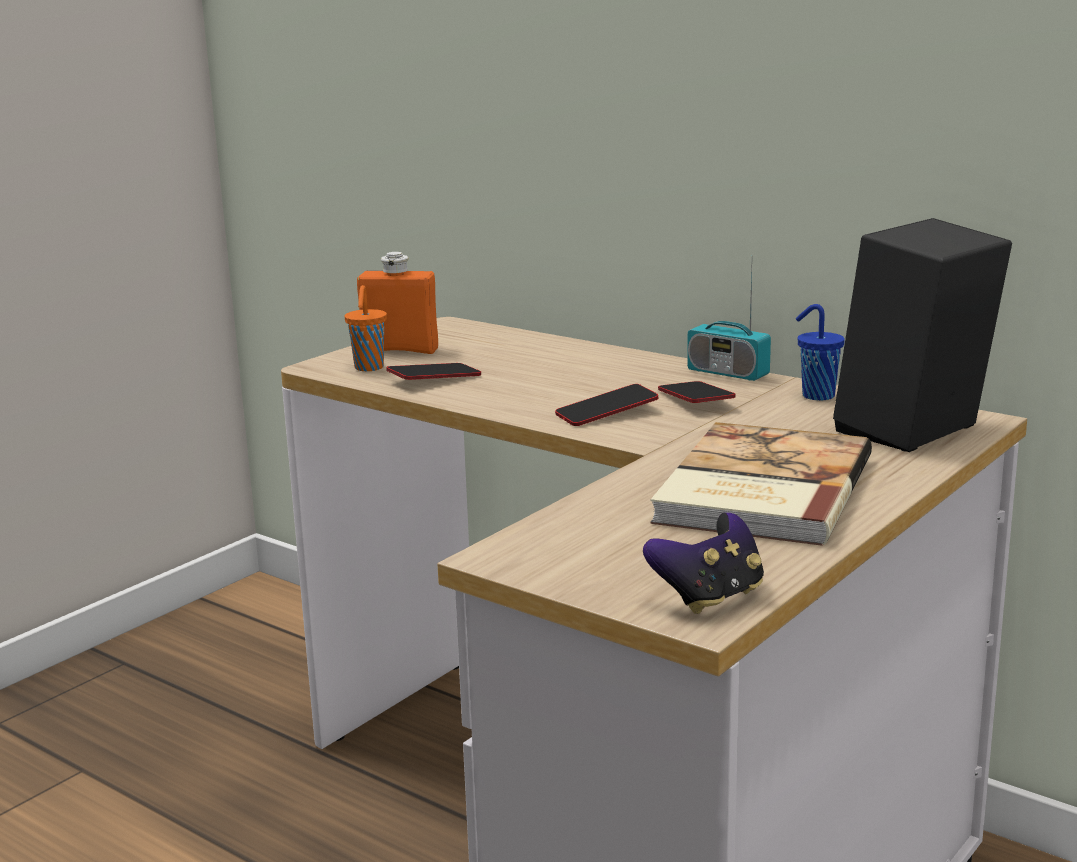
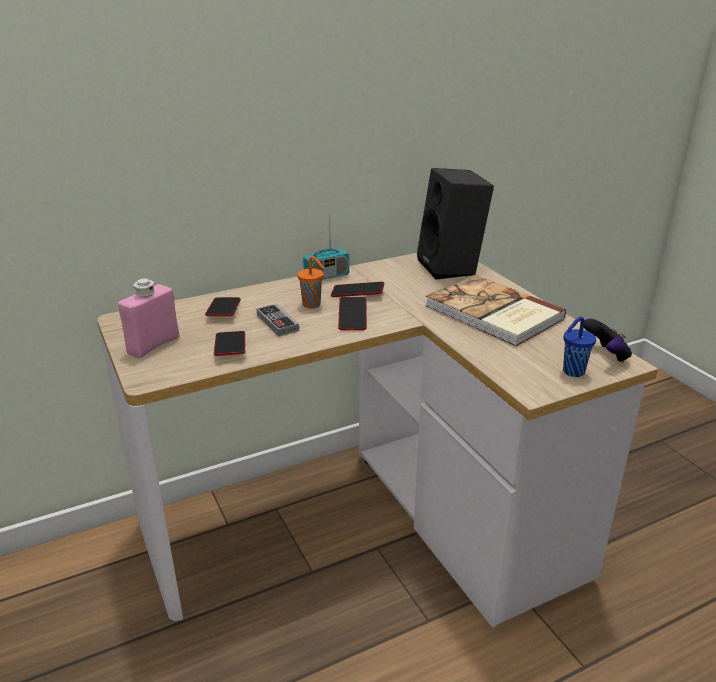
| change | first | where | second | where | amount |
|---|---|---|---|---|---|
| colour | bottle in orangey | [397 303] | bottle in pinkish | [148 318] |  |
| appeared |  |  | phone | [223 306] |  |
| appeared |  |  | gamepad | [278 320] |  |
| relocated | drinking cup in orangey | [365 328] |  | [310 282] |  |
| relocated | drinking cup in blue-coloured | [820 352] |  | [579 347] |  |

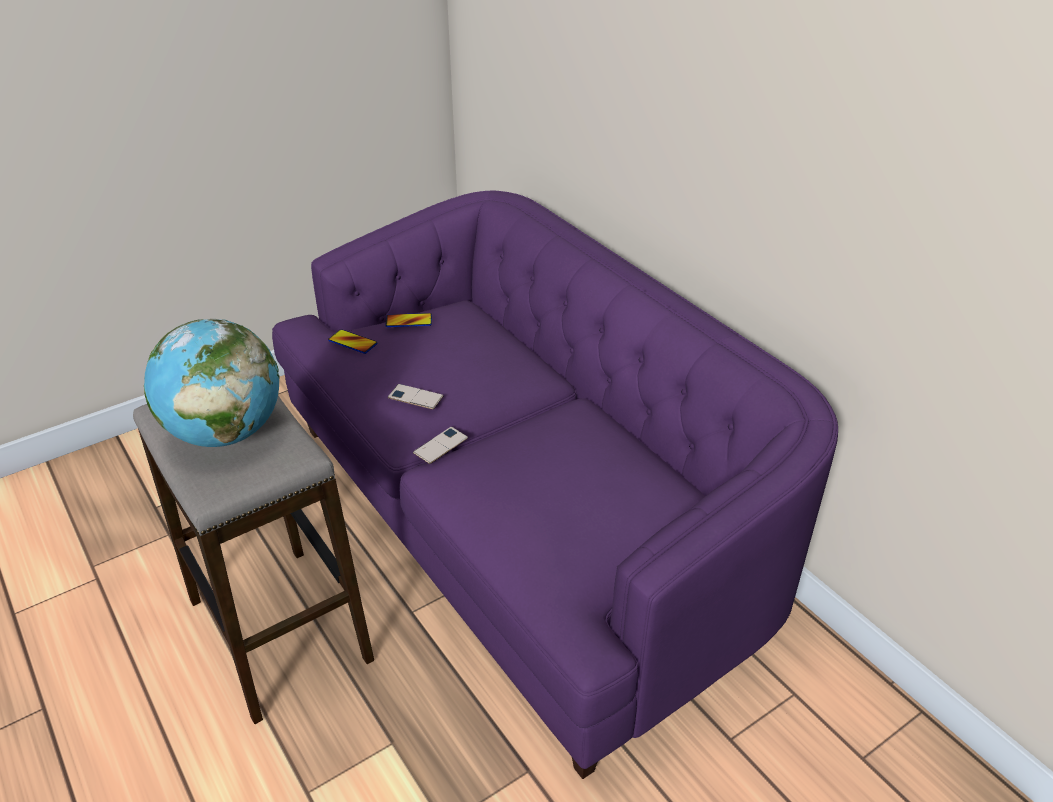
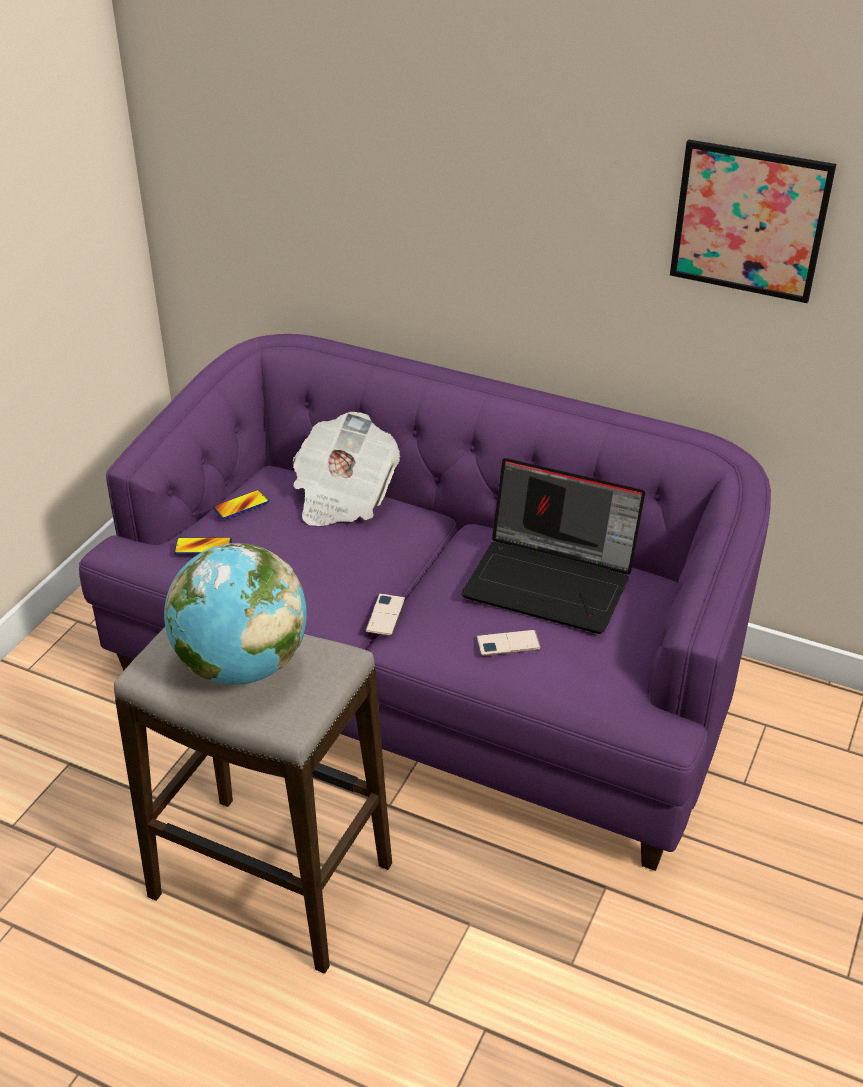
| change | first | where | second | where | amount |
|---|---|---|---|---|---|
| appeared |  |  | printed paper | [346 469] |  |
| appeared |  |  | notebook computer | [553 546] |  |
| relocated | phone | [415 397] |  | [508 643] |  |
| appeared |  |  | picture | [753 221] |  |

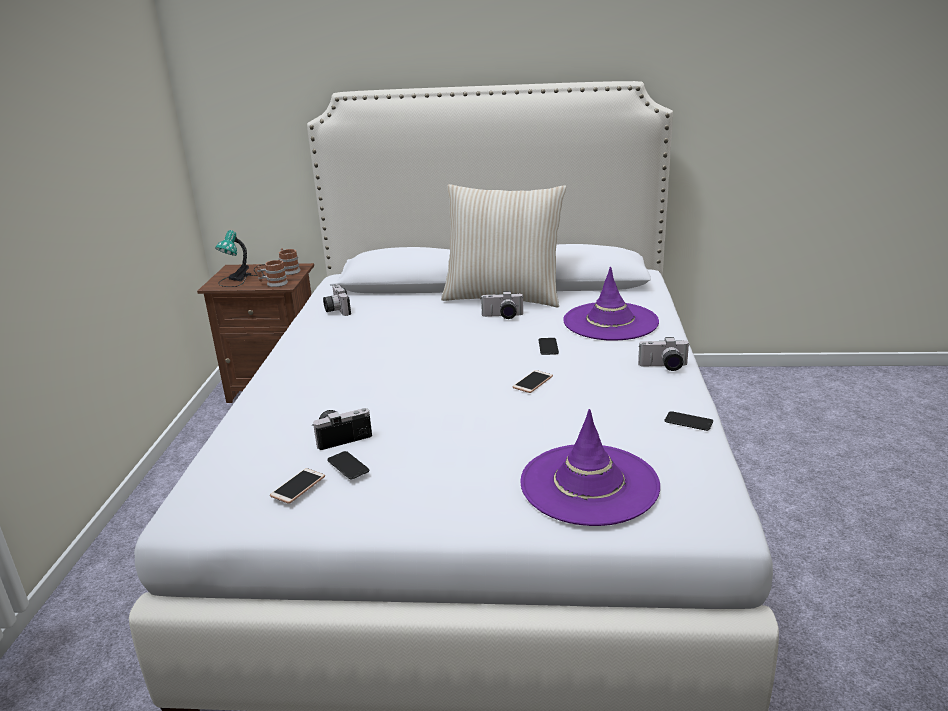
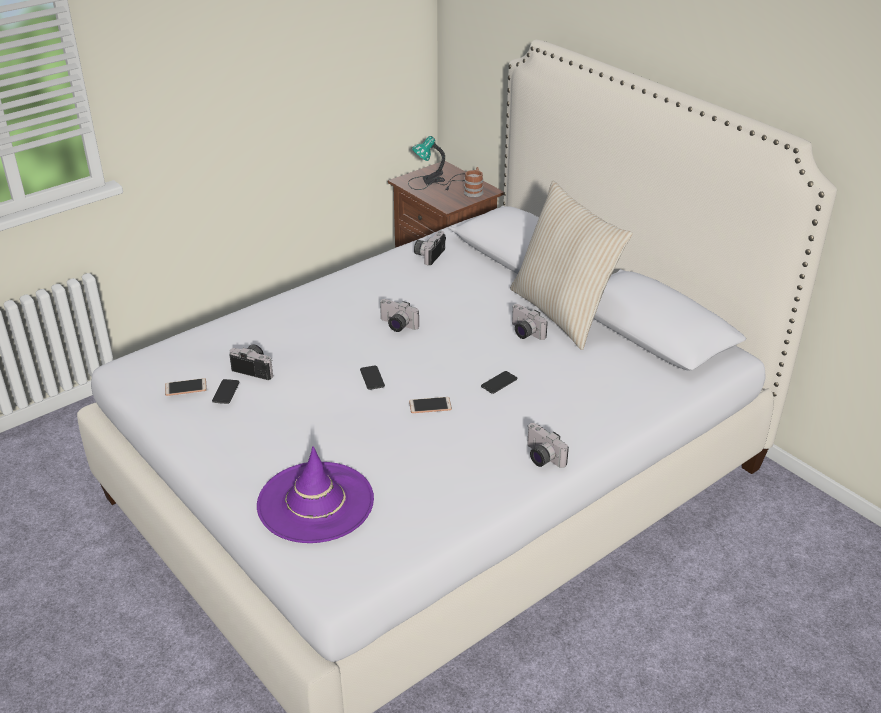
| change | first | where | second | where | amount |
|---|---|---|---|---|---|
| relocated | phone | [688 421] |  | [372 377] |  |
| appeared |  |  | photo camera | [399 315] |  |
| missing | coffee mug | [272 273] |  |  |  |
| missing | wearable hat in purple-coloured | [611 304] |  |  |  |

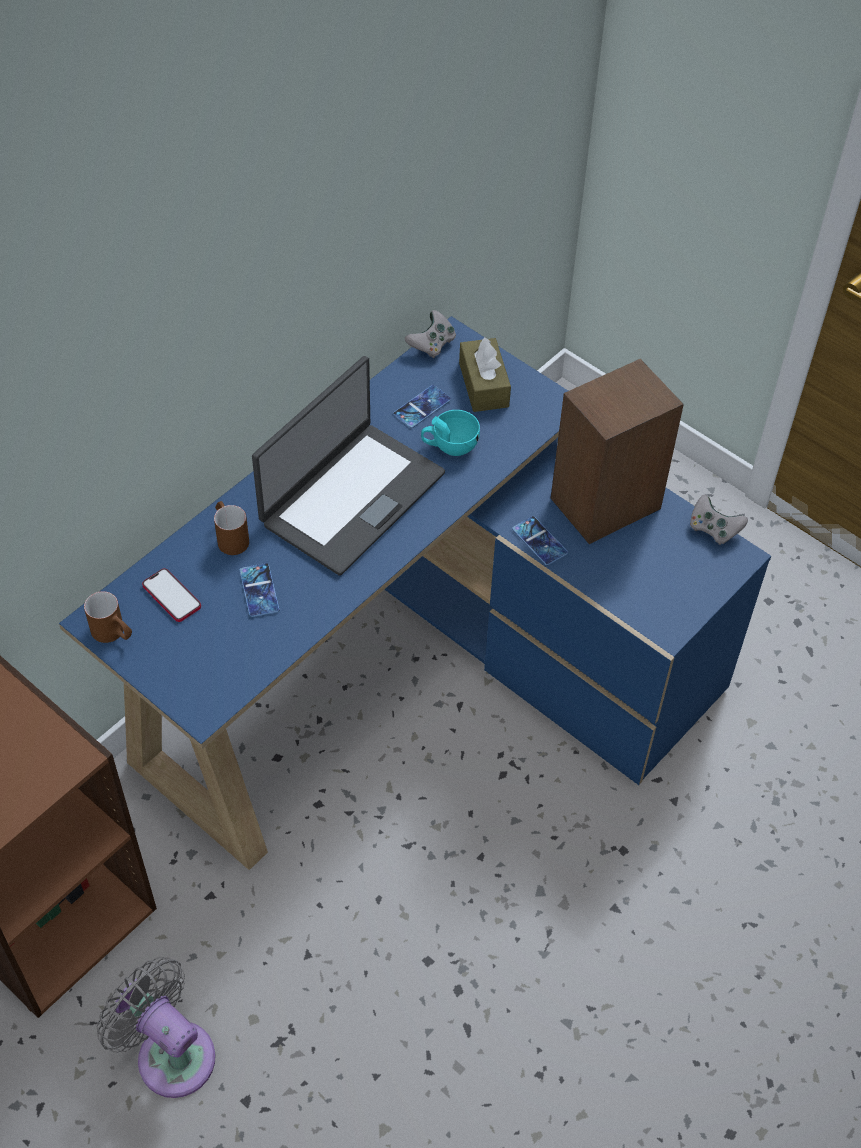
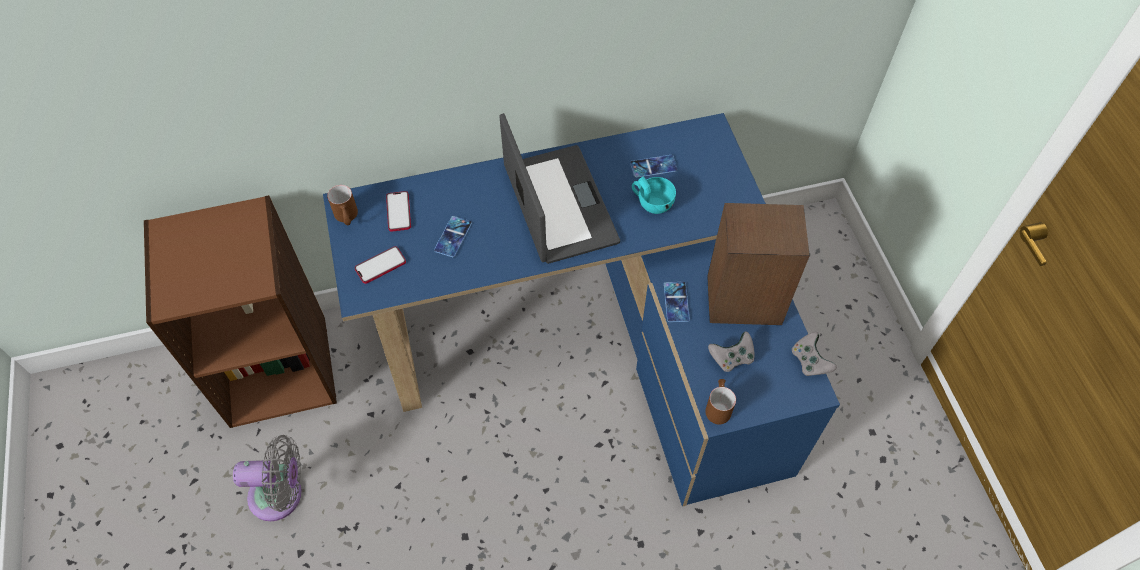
| change | first | where | second | where | amount |
|---|---|---|---|---|---|
| spun | fan in greyish | [156 1027] |  | [267 478] | 105 degrees clockwise |
| appeared |  |  | phone | [380 265] |  |
| spun | notebook computer | [348 466] |  | [560 188] | 90 degrees counterclockwise |
| relocated | coffee mug in brownish | [231 528] |  | [720 401] |  |
| relocated | gamepad in greyish | [430 334] |  | [731 352] |  |
| missing | tissue holder in brownish | [485 374] |  |  |  |

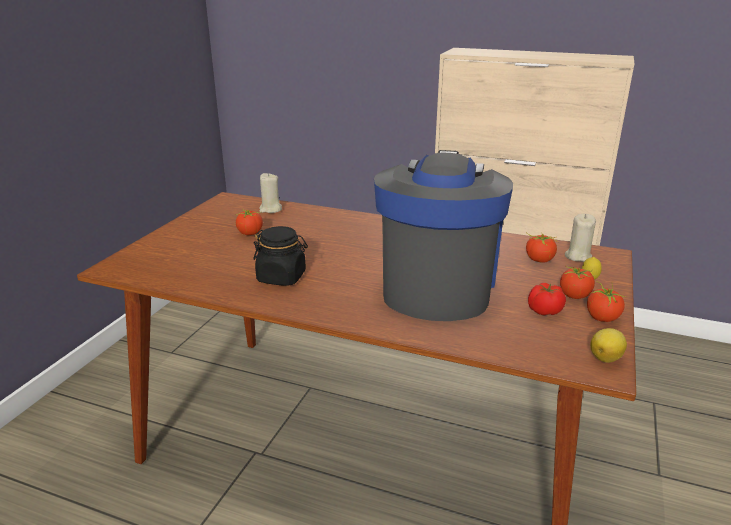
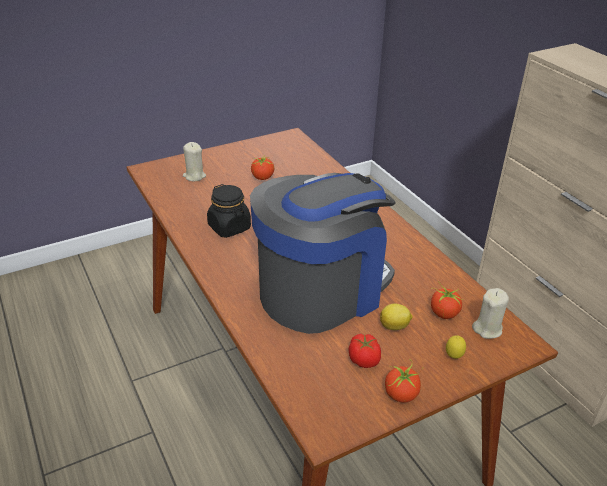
| change | first | where | second | where | amount |
|---|---|---|---|---|---|
| relocated | wax candle in sand-coloured | [270 193] |  | [194 162] |  |
| relocated | lemon | [608 345] |  | [396 317] |  |
| missing | tomato | [578 282] |  |  |  |

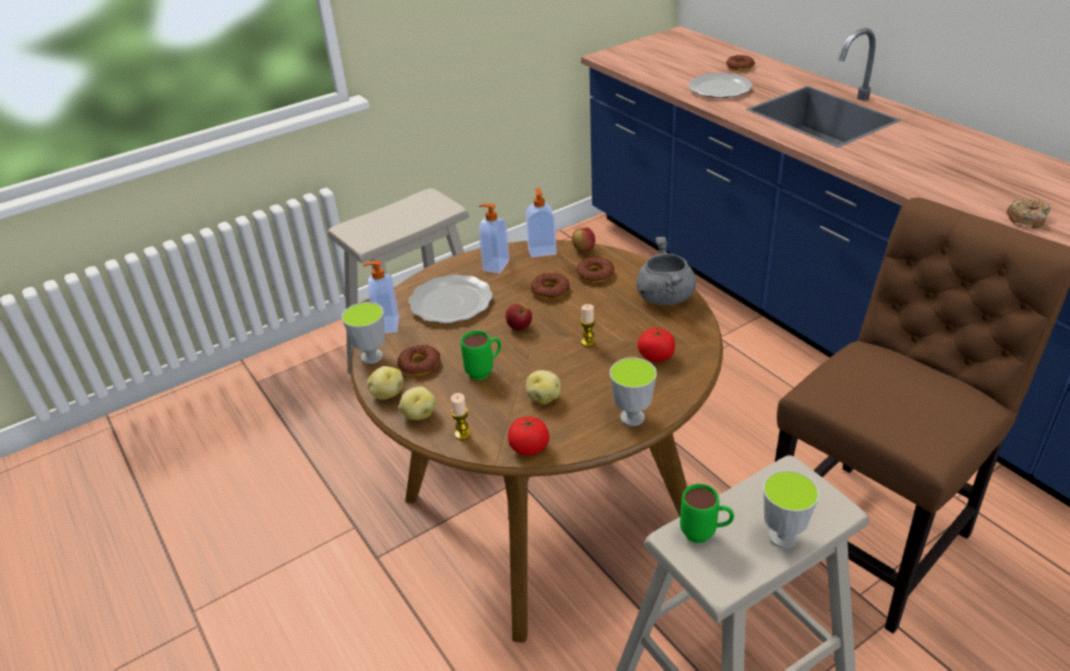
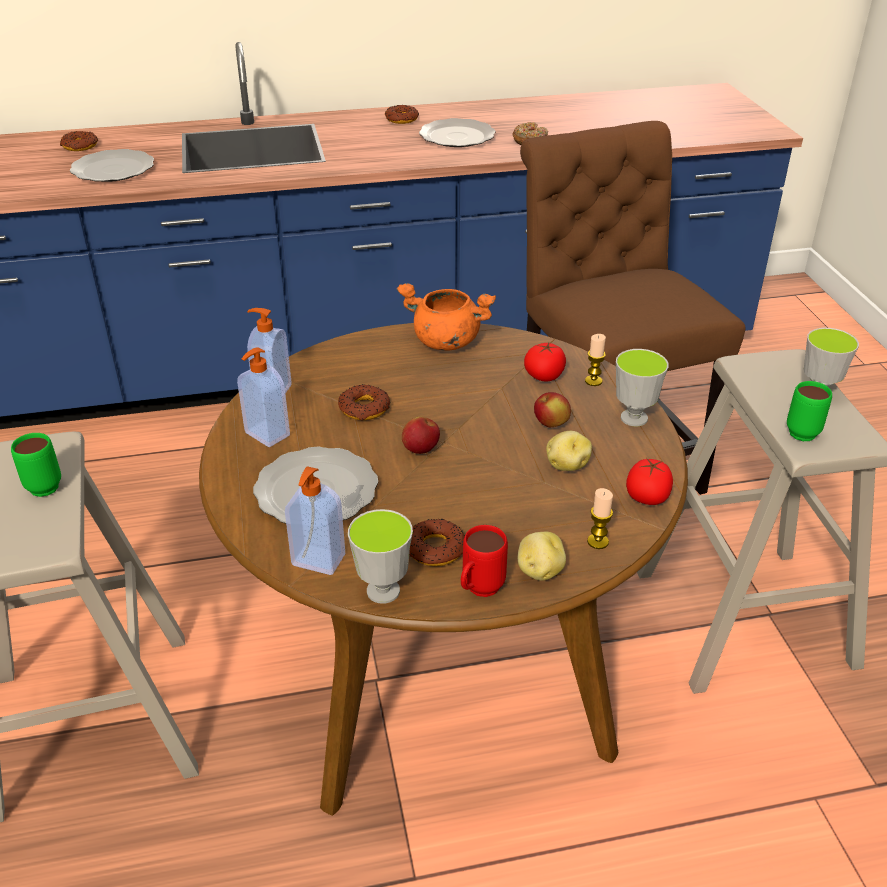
| change | first | where | second | where | amount |
|---|---|---|---|---|---|
| relocated | coffee mug in greenish | [481 355] |  | [36 465] |  |
| relocated | ring doughnut | [595 270] |  | [402 114] |  |
| colour | saucepot in greyish | [666 271] | saucepot in orangey | [446 317] |  |
| appeared |  |  | dinner plate | [457 132] |  |
| exchanged | spud | [385 383] | coffee mug in red-coloured | [484 561] |  |
| relocated | apple fruit | [583 239] |  | [552 409] |  |
| relocated | wax candle | [588 325] |  | [595 360] |  |

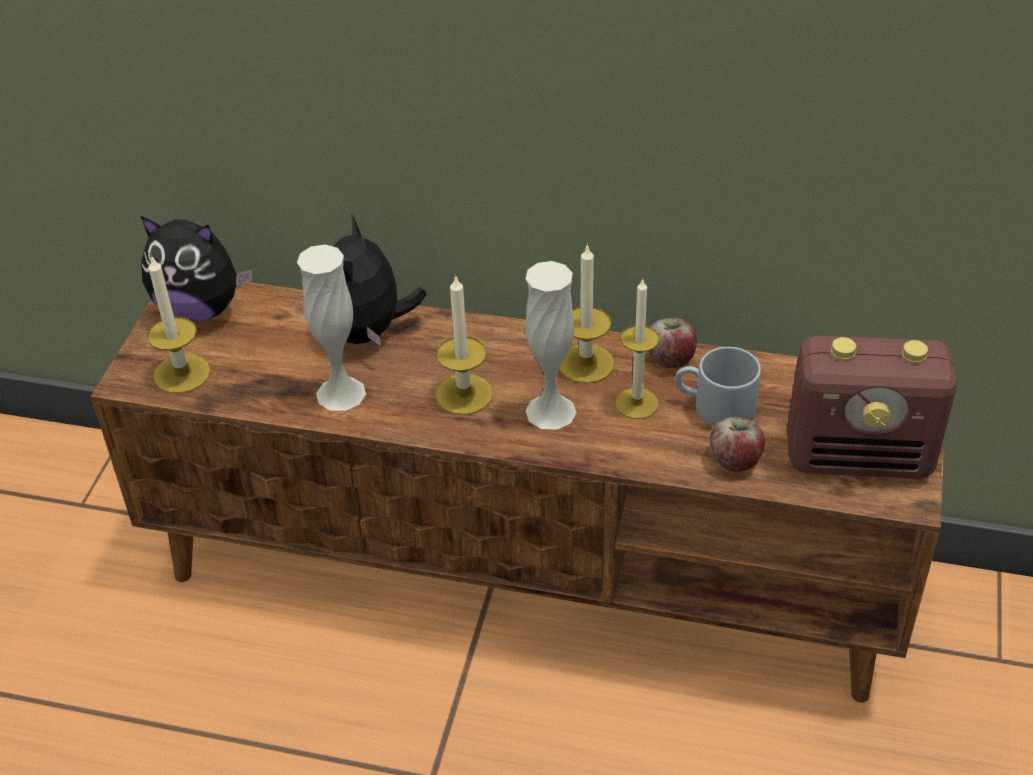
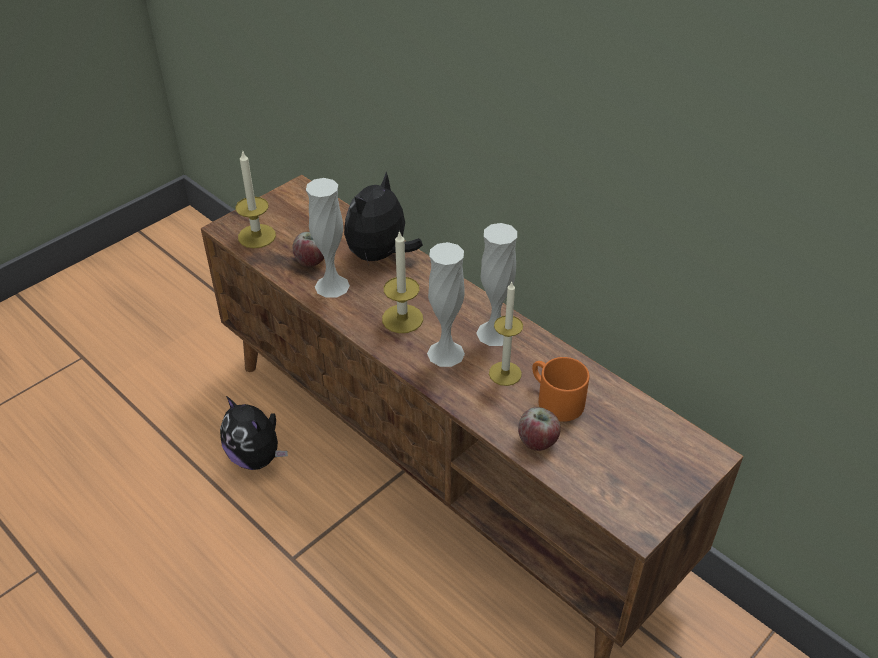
| change | first | where | second | where | amount |
|---|---|---|---|---|---|
| relocated | soft toy | [196 268] |  | [254 433] |  |
| relocated | apple fruit | [672 343] |  | [308 249] |  |
| exchanged | wax candle | [587 313] | flower vase in white | [496 284] |  |
| colour | coffee mug in greyish | [718 387] | coffee mug in orangey | [560 389] |  |
| missing | radio receiver | [872 407] |  |  |  |

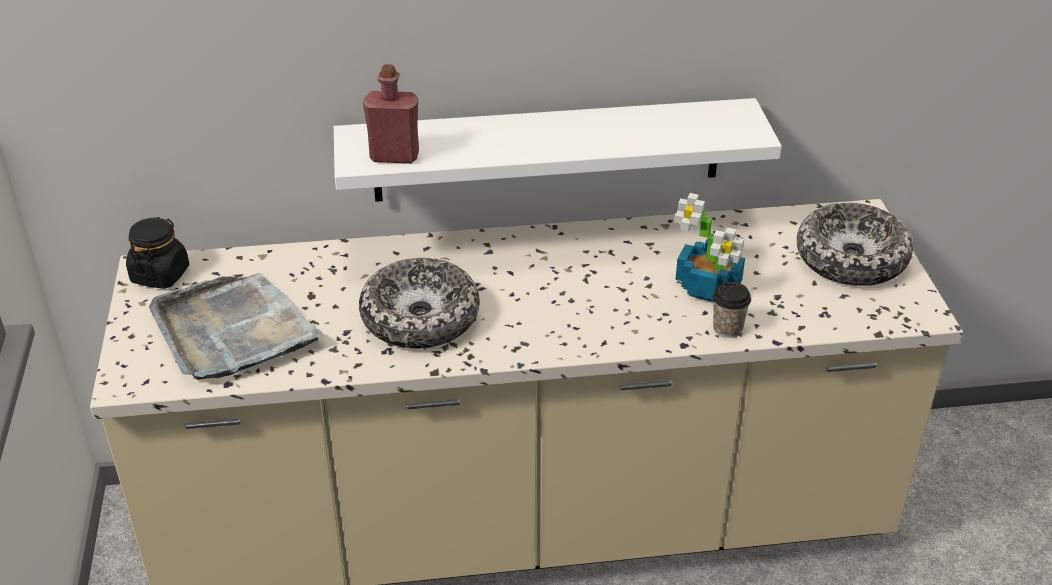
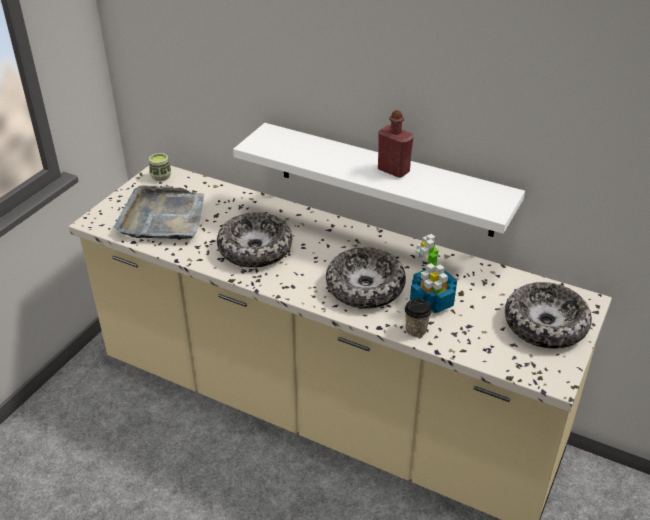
| change | first | where | second | where | amount |
|---|---|---|---|---|---|
| exchanged | preserve jar in black-coloured | [157 253] | drinking cup | [160 167] |  |
| appeared |  |  | bowl | [366 278] |  |
| relocated | bottle in red-coloured | [391 113] |  | [396 144] |  |

